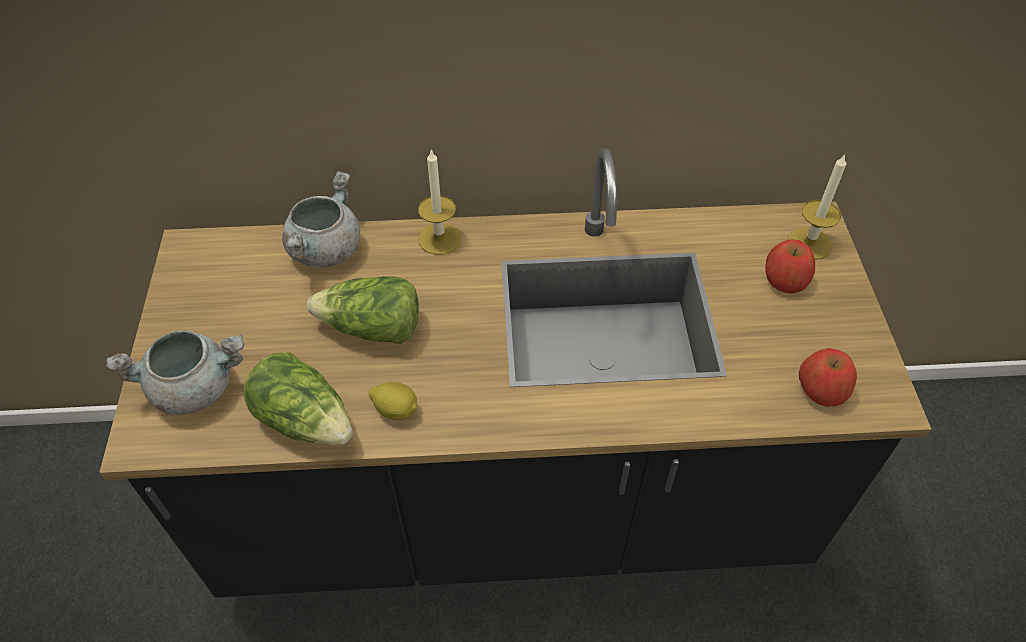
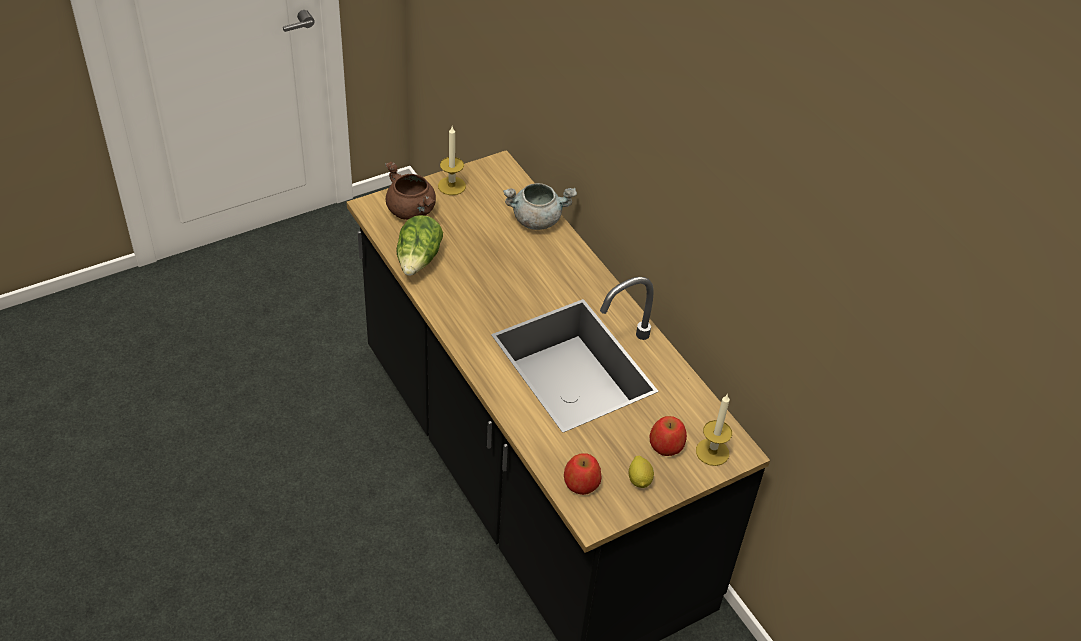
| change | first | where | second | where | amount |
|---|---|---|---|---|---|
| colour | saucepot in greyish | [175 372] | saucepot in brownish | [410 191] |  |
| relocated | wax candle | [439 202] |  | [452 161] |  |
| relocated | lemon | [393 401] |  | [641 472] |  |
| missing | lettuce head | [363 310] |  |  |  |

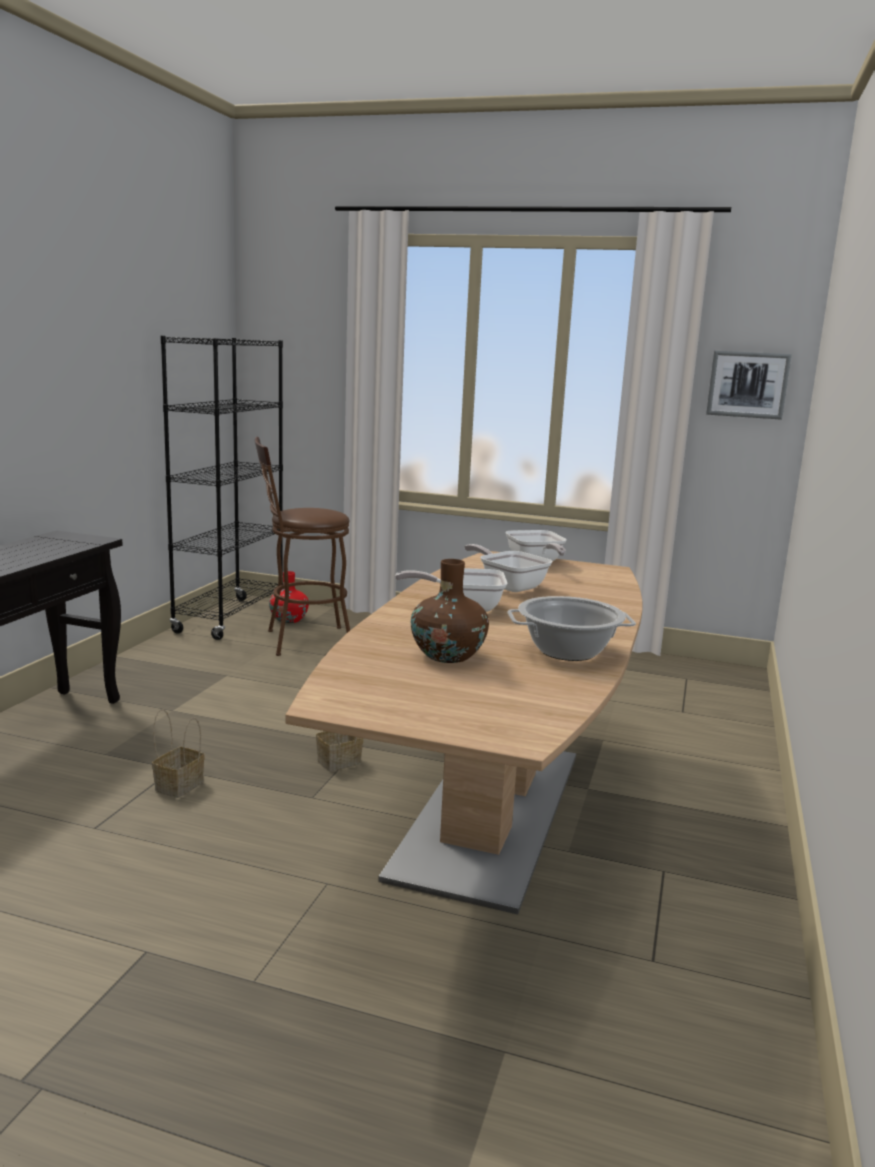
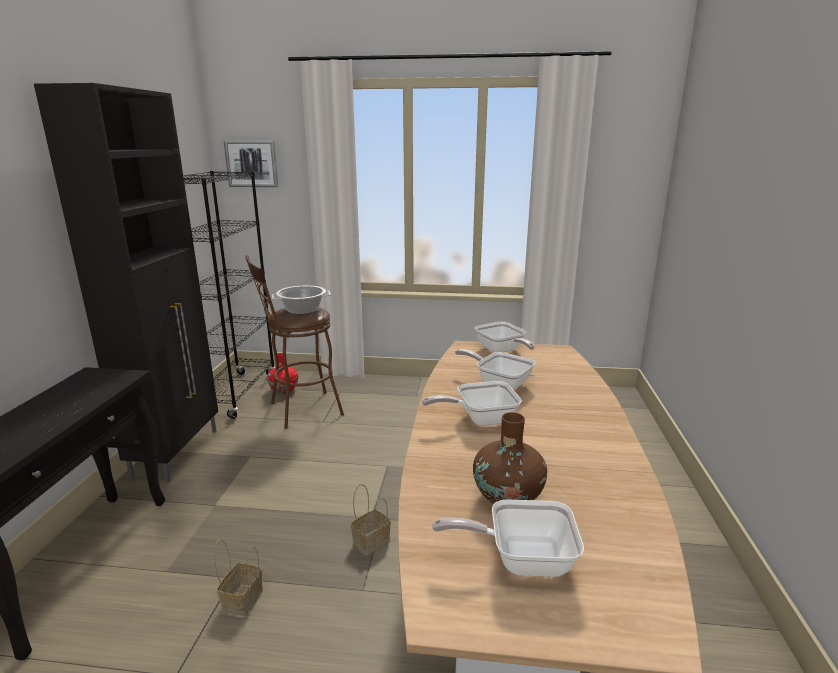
| change | first | where | second | where | amount |
|---|---|---|---|---|---|
| appeared |  |  | cupboard in black-coloured | [126 283] |  |
| relocated | picture | [749 385] |  | [251 164] |  |
| relocated | saucepot | [572 628] |  | [301 300] |  |
| appeared |  |  | pan | [508 538] |  |

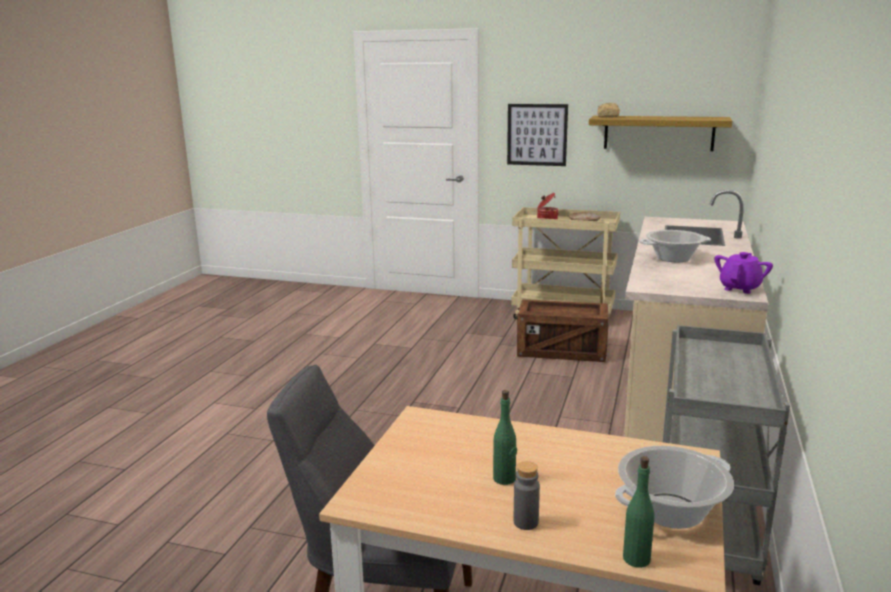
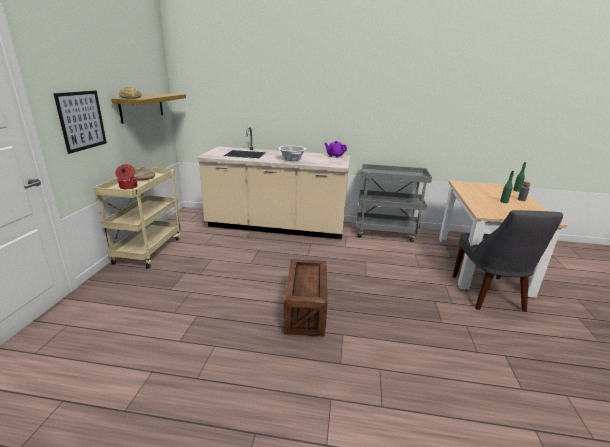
| change | first | where | second | where | amount |
|---|---|---|---|---|---|
| relocated | crate | [563 330] |  | [305 298] |  |
| missing | saucepot | [674 487] |  |  |  |

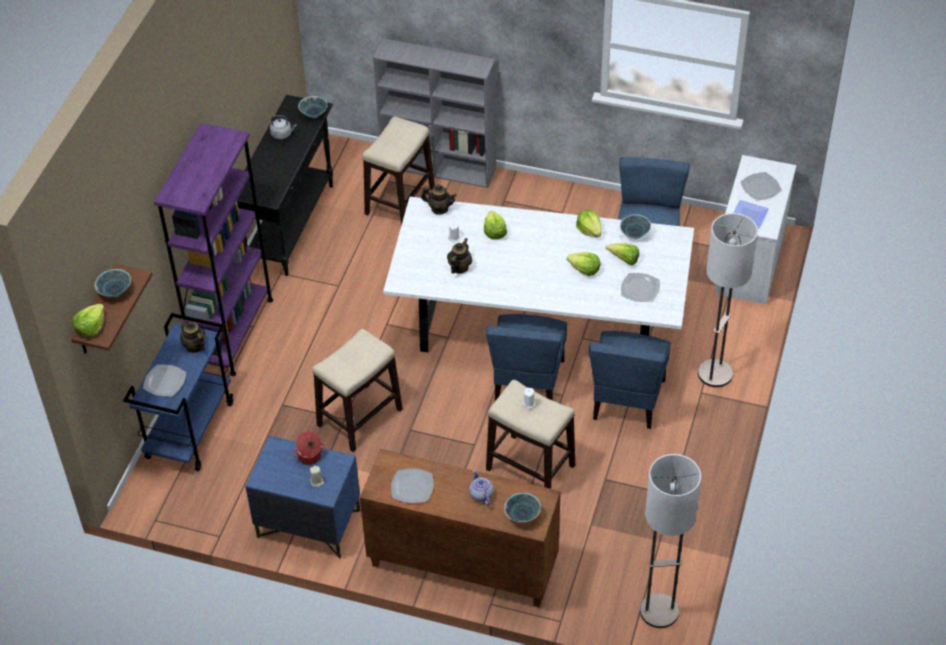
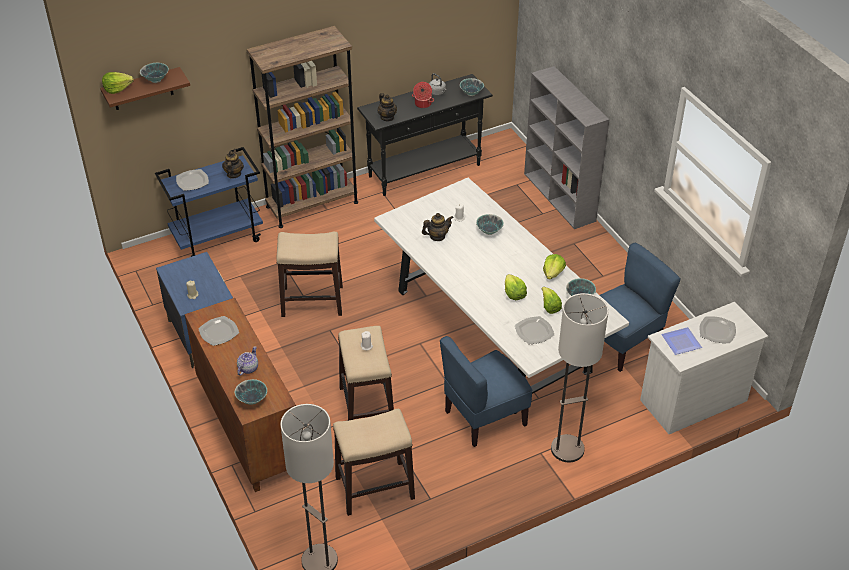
| change | first | where | second | where | amount |
|---|---|---|---|---|---|
| colour | bookcase in purple-coloured | [213 249] | bookcase in brownish | [302 127] |  |
| relocated | stool | [398 171] |  | [374 462] |  |
| relocated | teapot | [439 199] |  | [387 107] |  |
| relocated | saucepot | [308 448] |  | [423 95] |  |
| exchanged | lettuce head | [495 225] | bowl | [490 224] |  |
| missing | upright chair in blue-coloured | [526 357] |  |  |  |

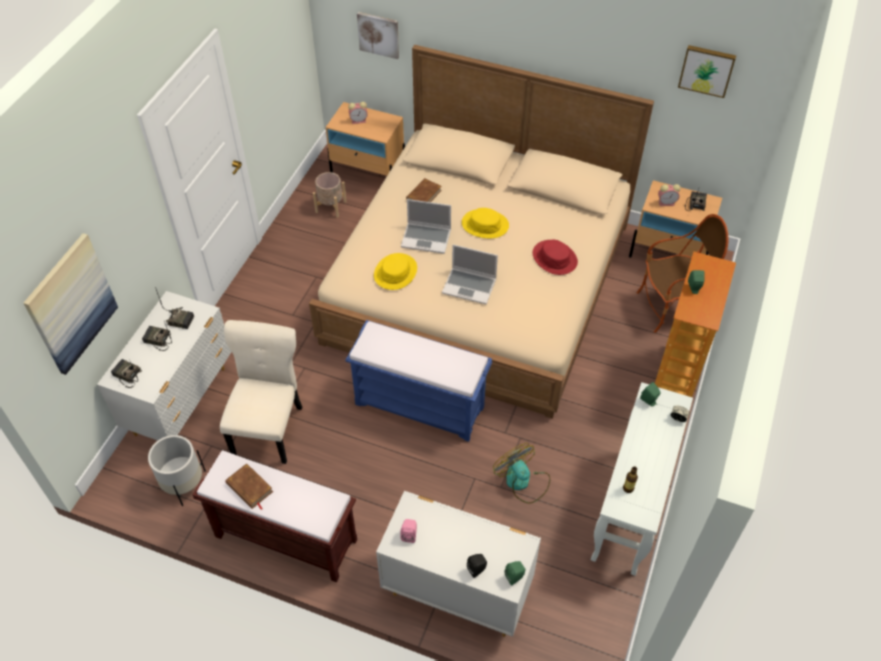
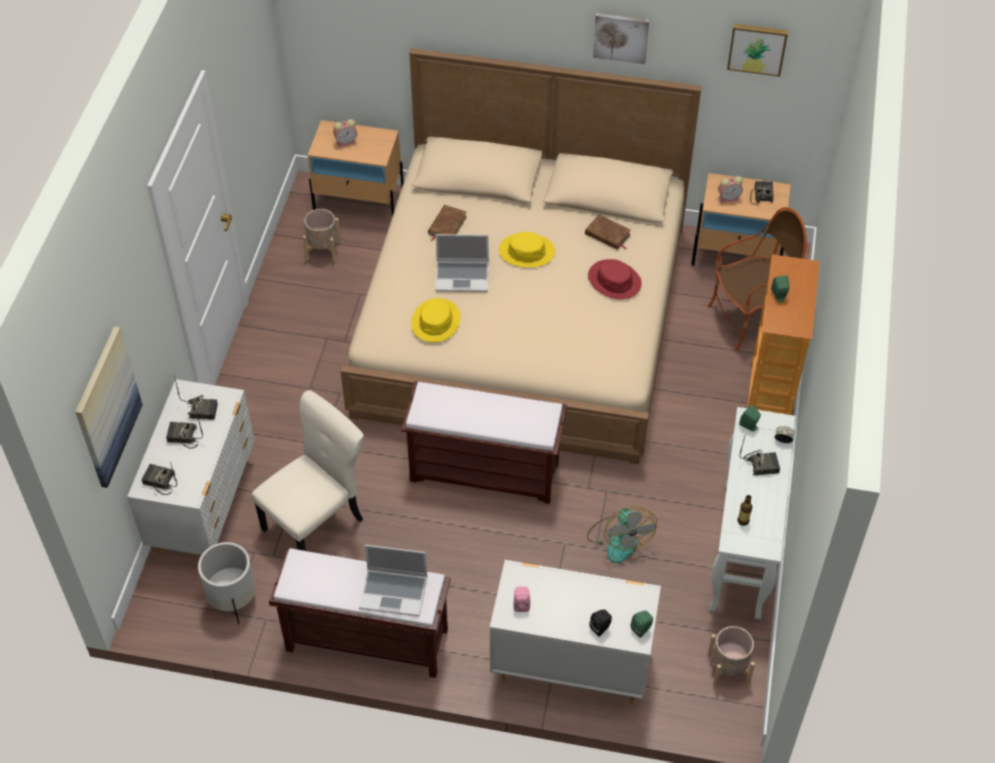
| change | first | where | second | where | amount |
|---|---|---|---|---|---|
| spun | upright chair in sand-coloured | [261 392] |  | [307 470] | 45 degrees clockwise |
| relocated | notebook computer | [470 274] |  | [393 580] |  |
| colour | indoor bench in blue-coloured | [418 381] | indoor bench in brownish | [484 442] |  |
| relocated | bound book in brownish | [249 486] |  | [608 232] |  |
| spun | fan | [521 473] |  | [622 535] | 150 degrees counterclockwise |
| relocated | picture | [378 35] |  | [621 38] |  |
| appeared |  |  | flower pot in sand-coloured | [731 656] |  |
| appeared |  |  | radio receiver | [759 455] |  |

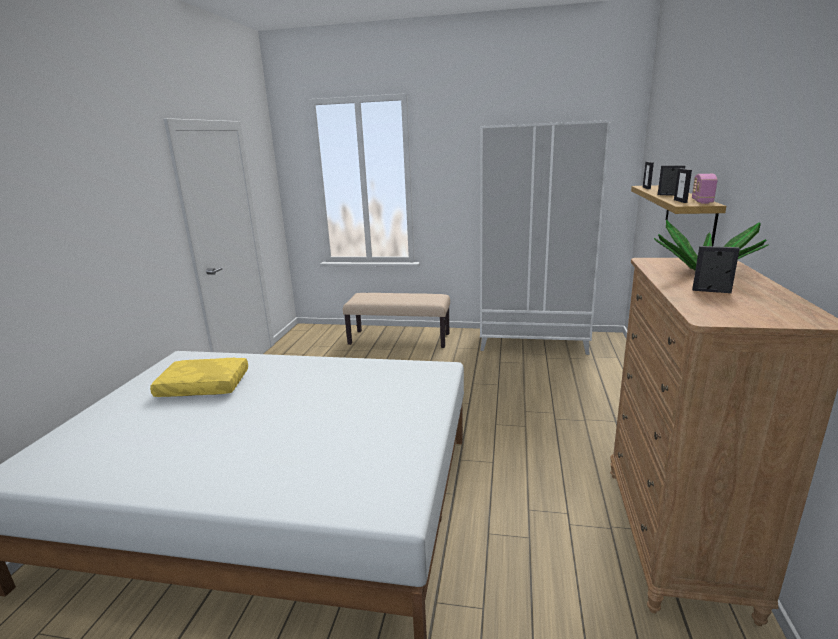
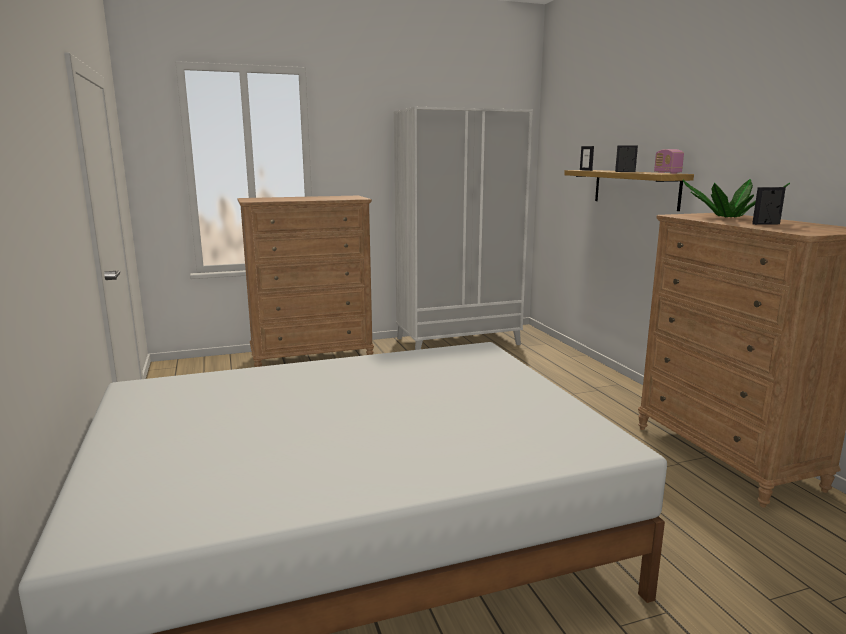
| change | first | where | second | where | amount |
|---|---|---|---|---|---|
| exchanged | indoor bench in sand-coloured | [396 320] | drawer chest in brownish | [305 281] |  |
| missing | cushion in yellow | [199 377] |  |  |  |
| missing | picture frame | [683 185] |  |  |  |

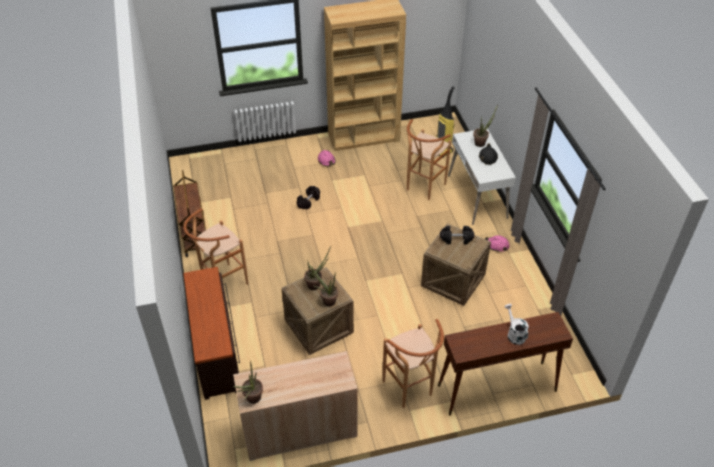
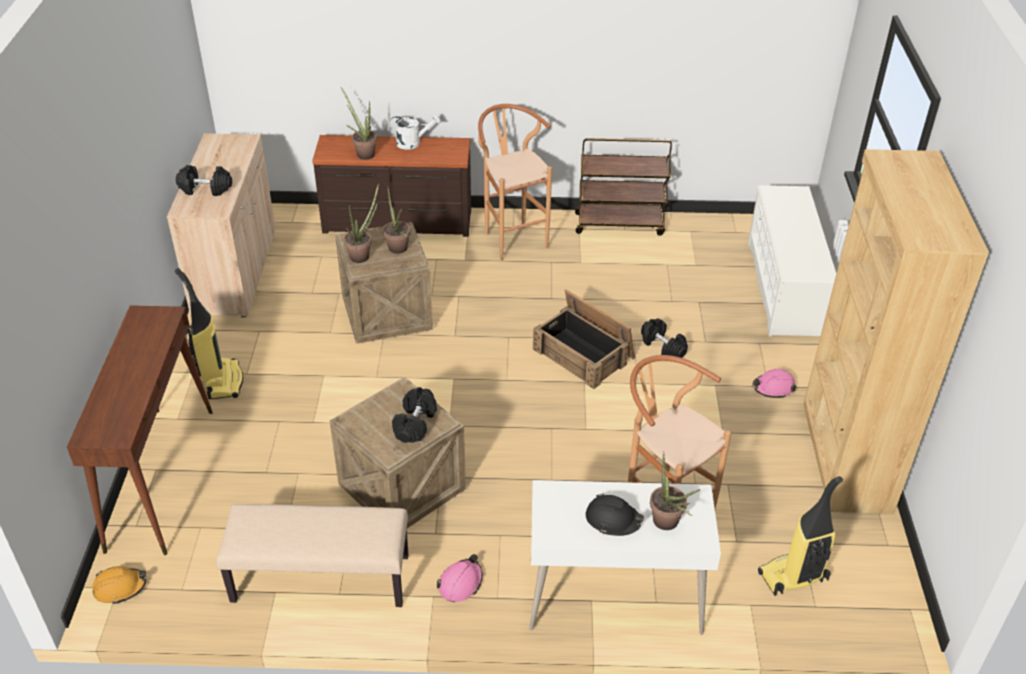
| change | first | where | second | where | amount |
|---|---|---|---|---|---|
| appeared |  |  | hard hat in orangey | [120 585] |  |
| exchanged | stool in brownish | [413 363] | vacuum | [209 333] |  |
| appeared |  |  | hand weight in black-coloured | [204 180] |  |
| appeared |  |  | indoor bench in sand-coloured | [312 555] |  |
| relocated | potted plant | [248 382] |  | [359 124] |  |
| relocated | watering pot in white | [517 324] |  | [415 132] |  |
| appeared |  |  | crate | [584 339] |  |
| appeared |  |  | shoe stand in white | [792 261] |  |

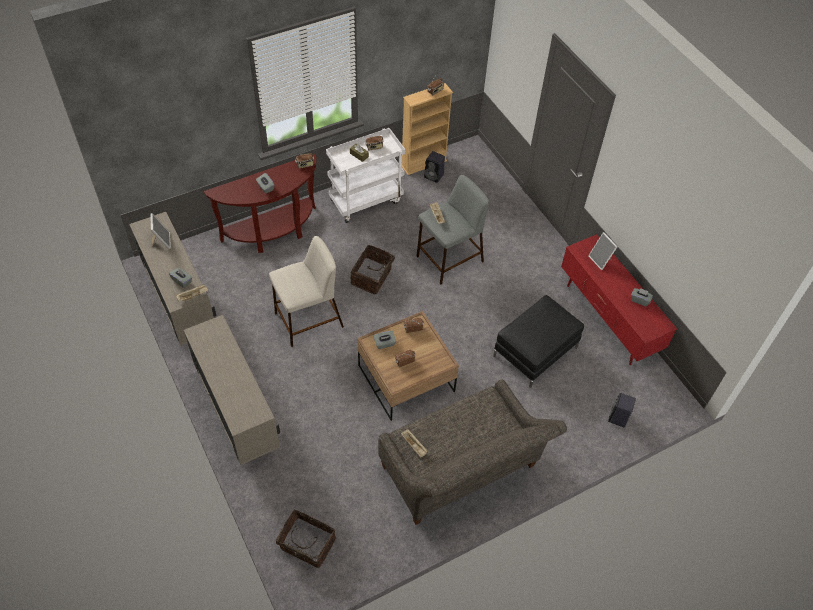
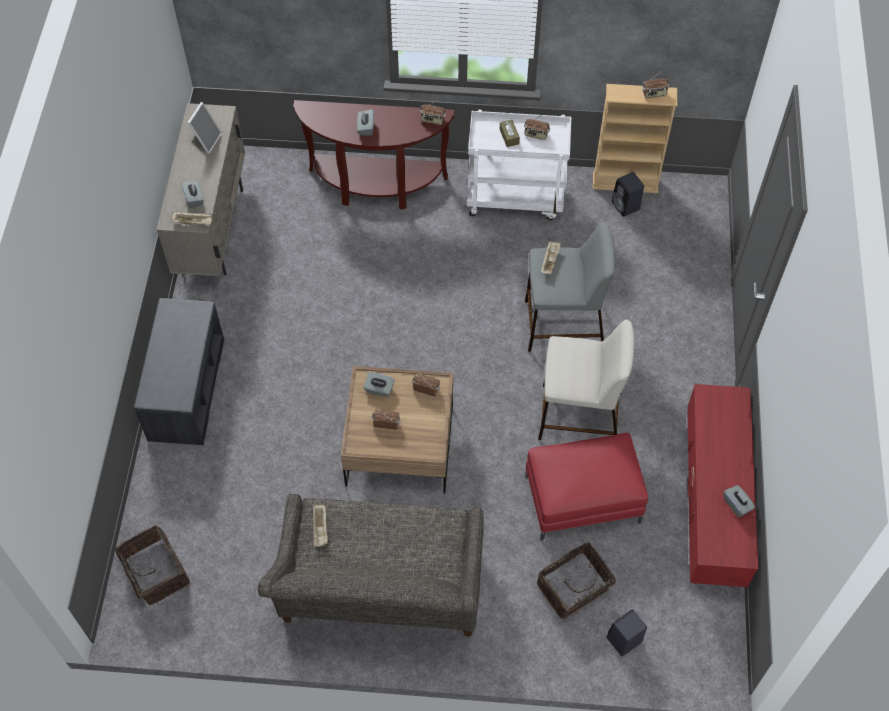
| change | first | where | second | where | amount |
|---|---|---|---|---|---|
| exchanged | cupboard in sand-coloured | [232 390] | indoor bench in greyish | [179 371] |  |
| colour | pouffe in black-coloured | [538 341] | pouffe in red-coloured | [586 486] |  |
| relocated | basket | [374 269] |  | [578 580] |  |
| relocated | stool in sand-coloured | [306 291] |  | [586 380] |  |
| missing | picture frame | [603 251] |  |  |  |

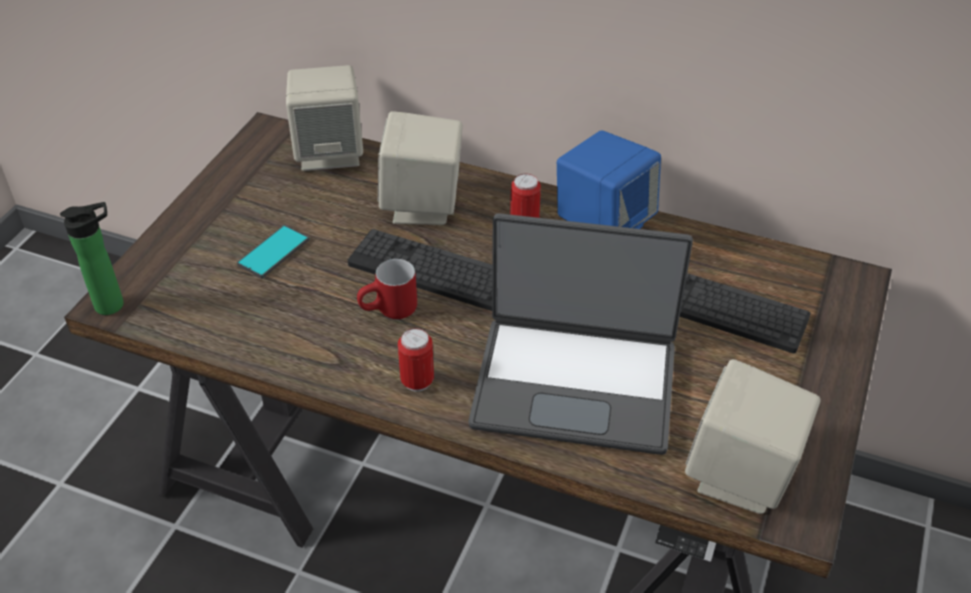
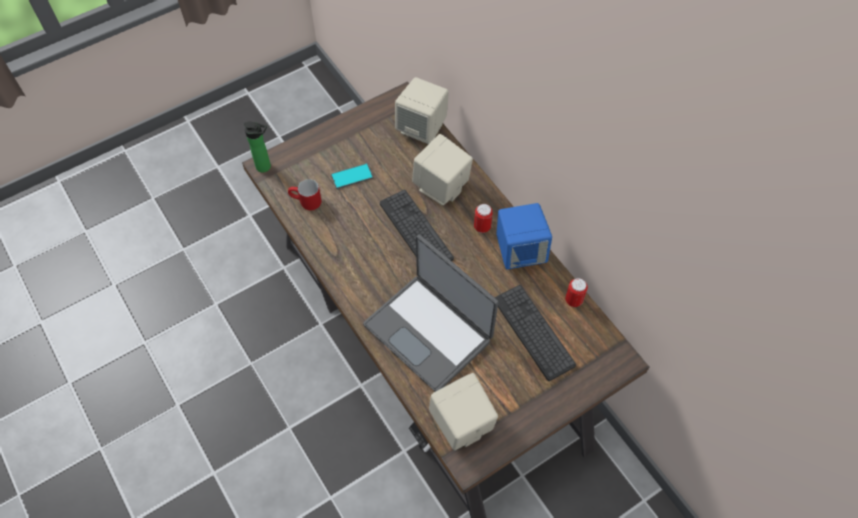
| change | first | where | second | where | amount |
|---|---|---|---|---|---|
| relocated | coffee mug in red-coloured | [387 289] |  | [304 194] |  |
| relocated | sealed can | [416 360] |  | [576 292] |  |

